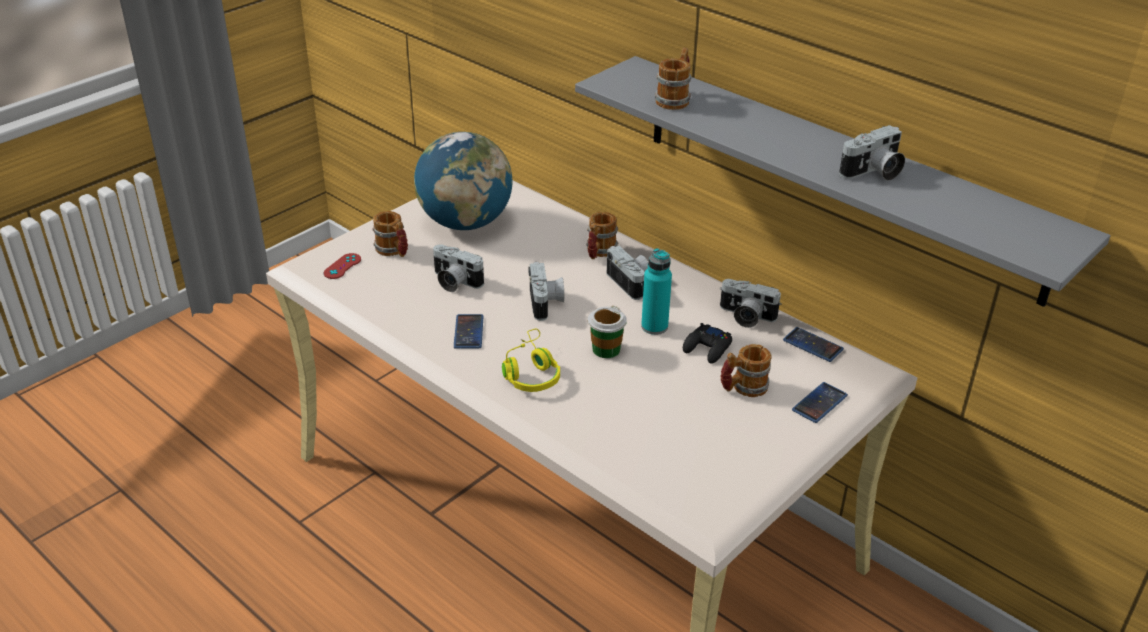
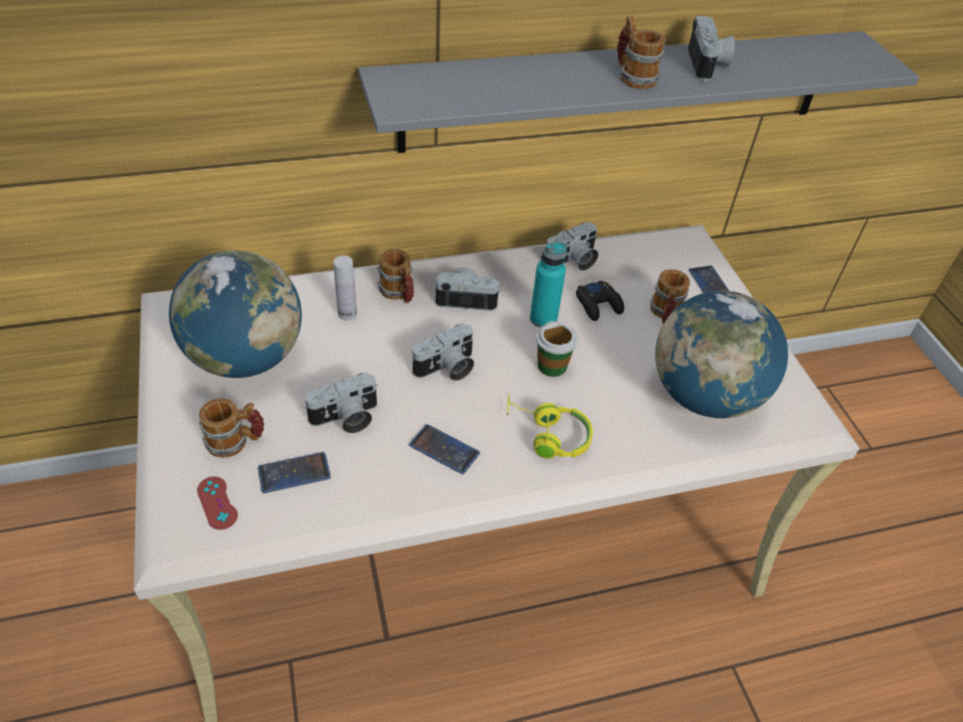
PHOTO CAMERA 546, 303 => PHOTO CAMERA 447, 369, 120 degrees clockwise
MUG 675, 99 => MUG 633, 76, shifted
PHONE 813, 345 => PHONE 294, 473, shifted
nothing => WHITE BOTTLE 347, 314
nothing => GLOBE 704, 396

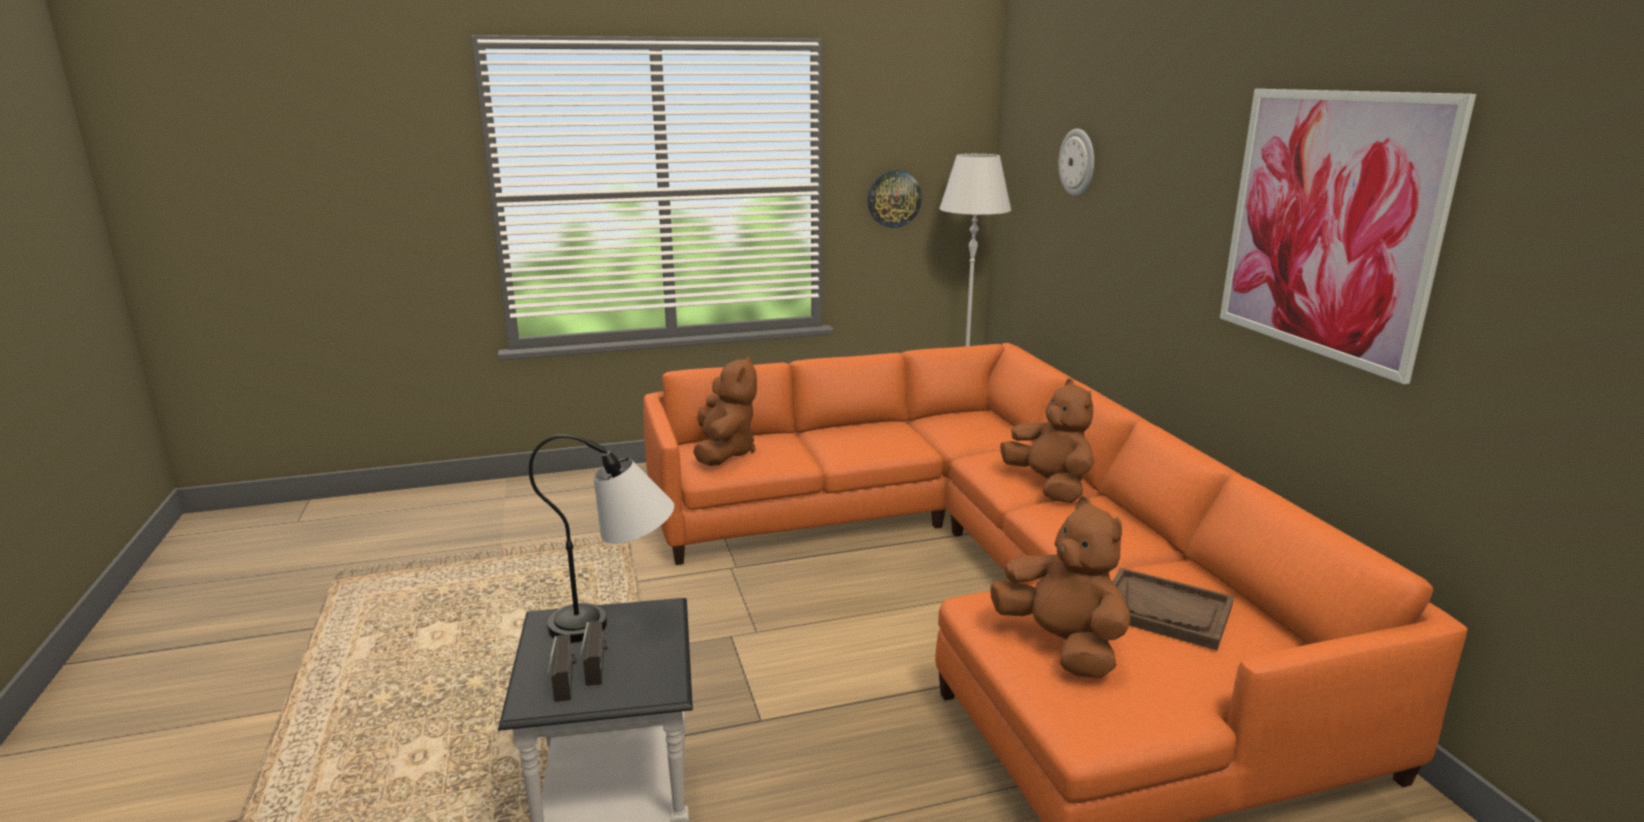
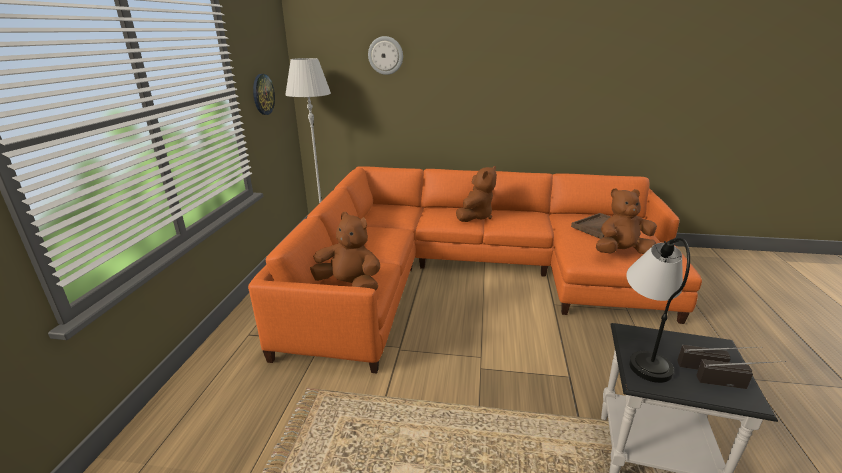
BROWN PLUSH TOY 1049, 486 => BROWN PLUSH TOY 475, 216, 120 degrees clockwise
PICTURE 1329, 224 => nothing

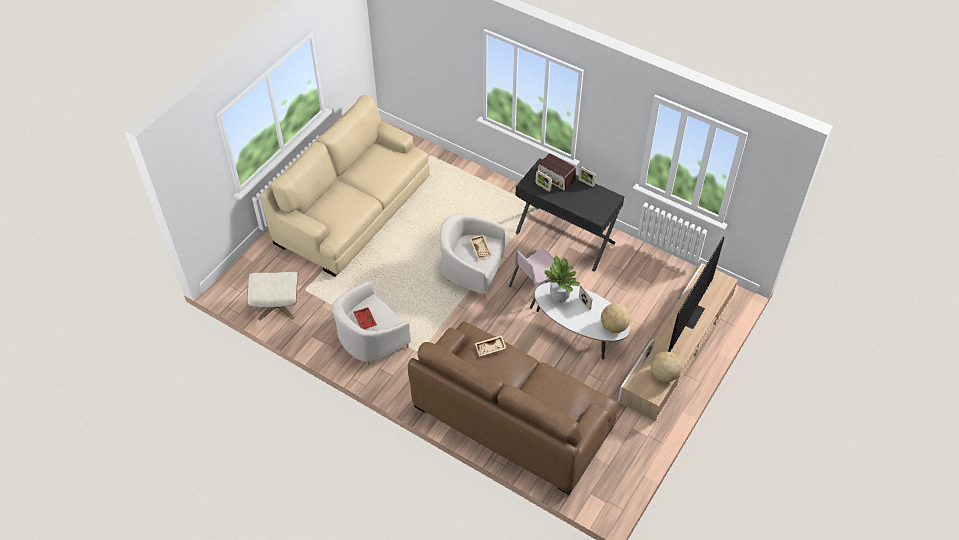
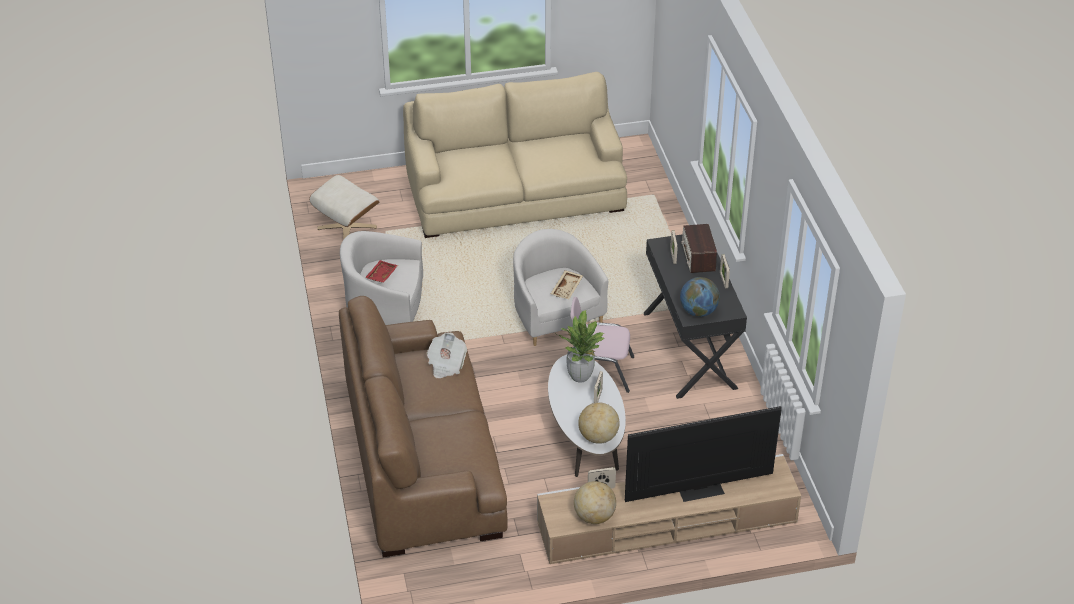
BEIGE TRAY 490, 348 => NEWSPAPER 446, 364
nothing => GLOBE 698, 311

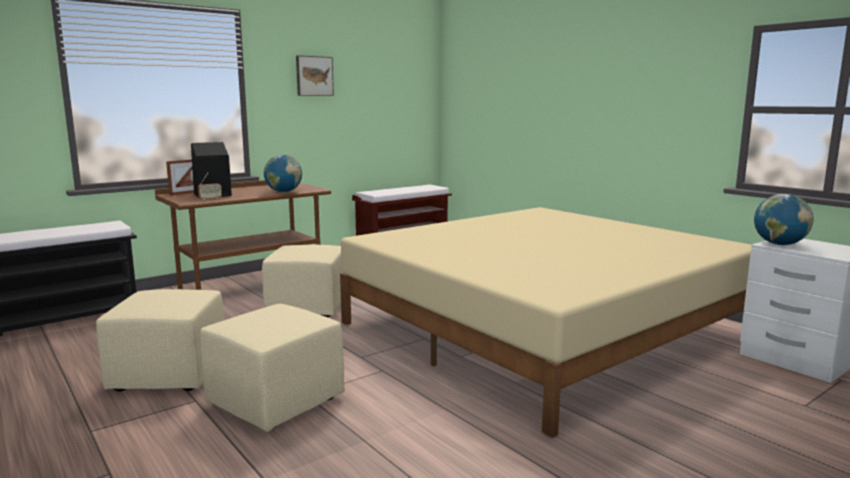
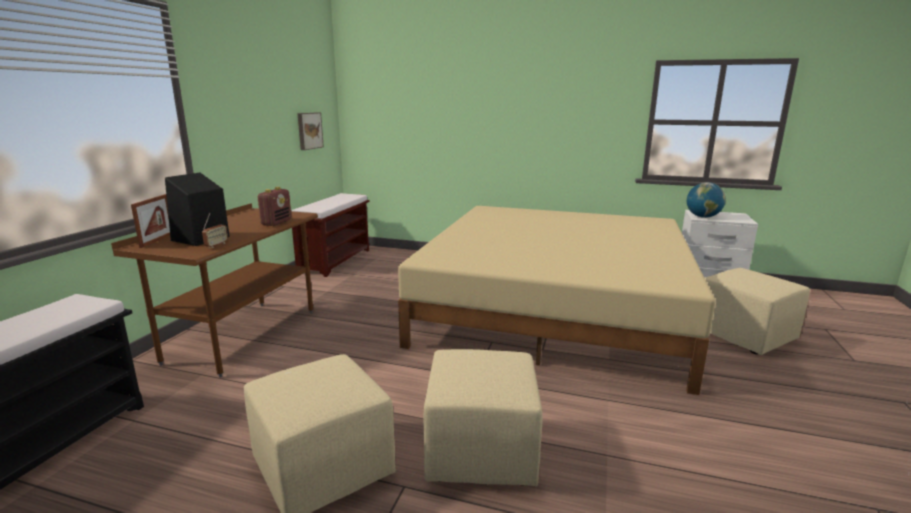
BEIGE OTTOMAN 308, 308 => BEIGE OTTOMAN 745, 336, shifted
GLOBE 284, 192 => RADIO 276, 223
PICTURE 314, 76 => PICTURE 309, 130, shifted

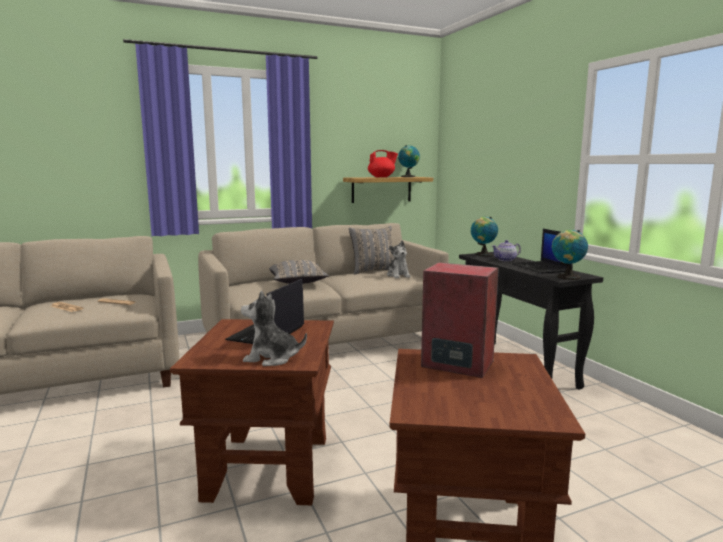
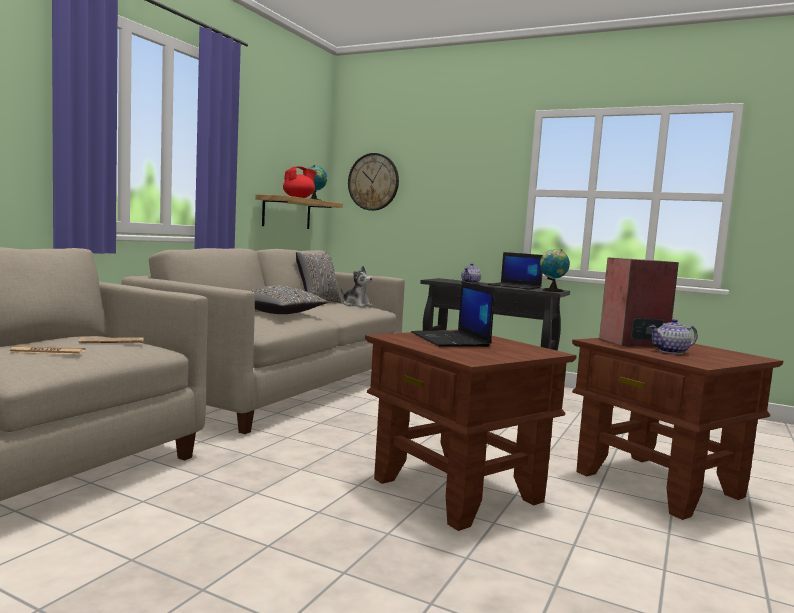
PLUSH TOY 272, 358 => nothing
GLOBE 482, 254 => nothing
nothing => WALL CLOCK 373, 182
nothing => TEAPOT 671, 351

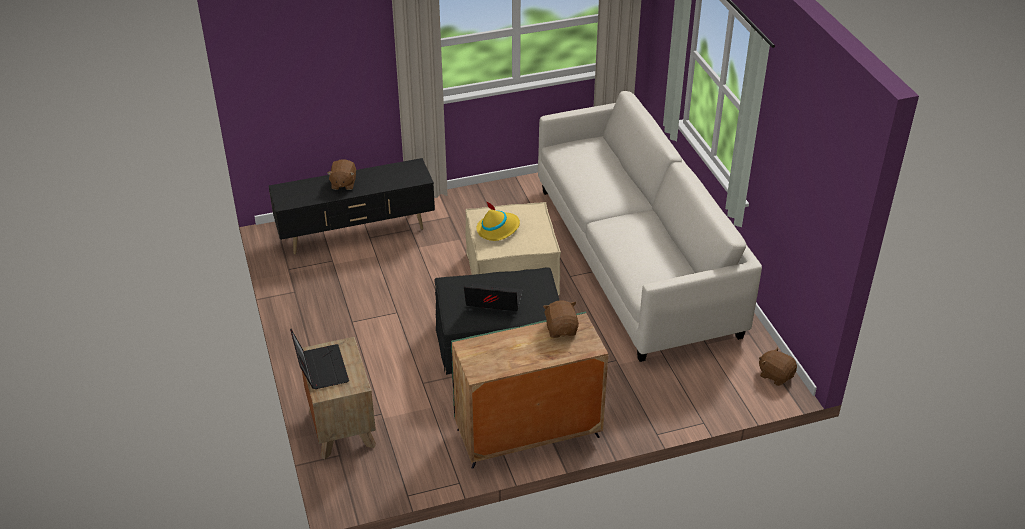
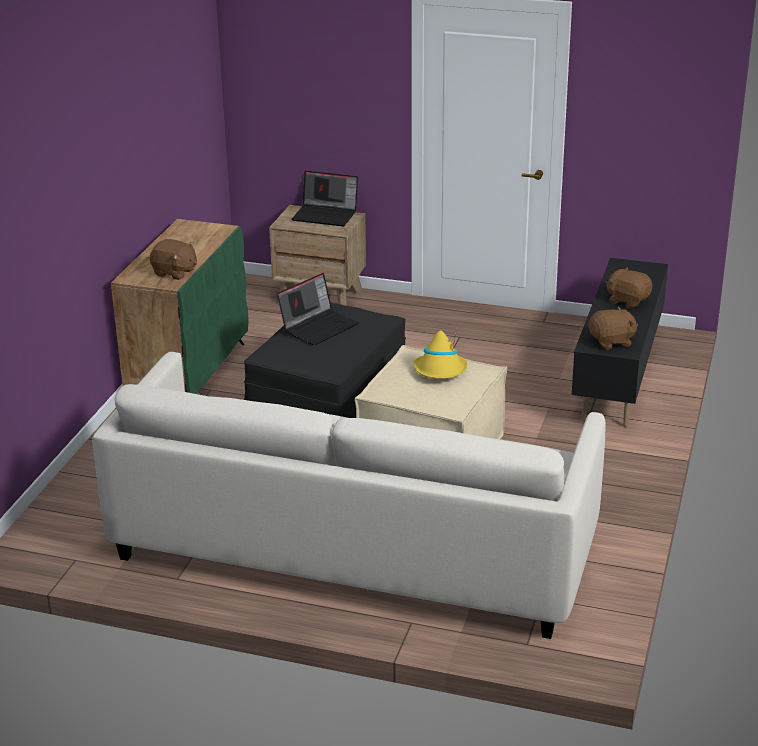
BROWN PLUSH TOY 775, 375 => BROWN PLUSH TOY 612, 342, shifted

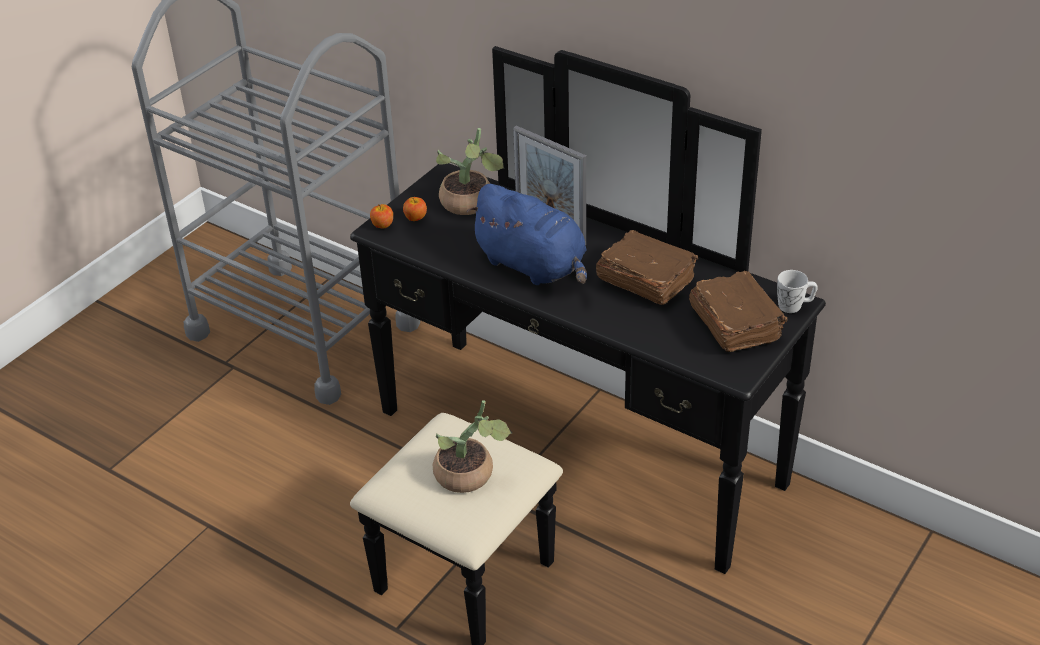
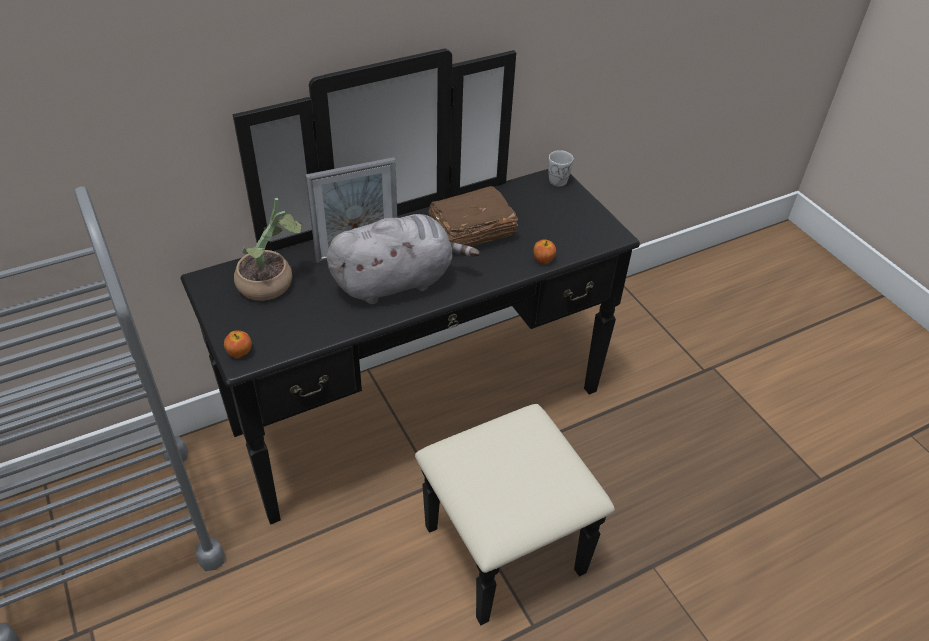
APPLE 415, 217 => APPLE 543, 259, shifted
POTTED PLANT 470, 477 => nothing
BLUE PLUSH TOY 533, 266 => GREY PLUSH TOY 397, 281
BROWN BOOK 735, 324 => nothing

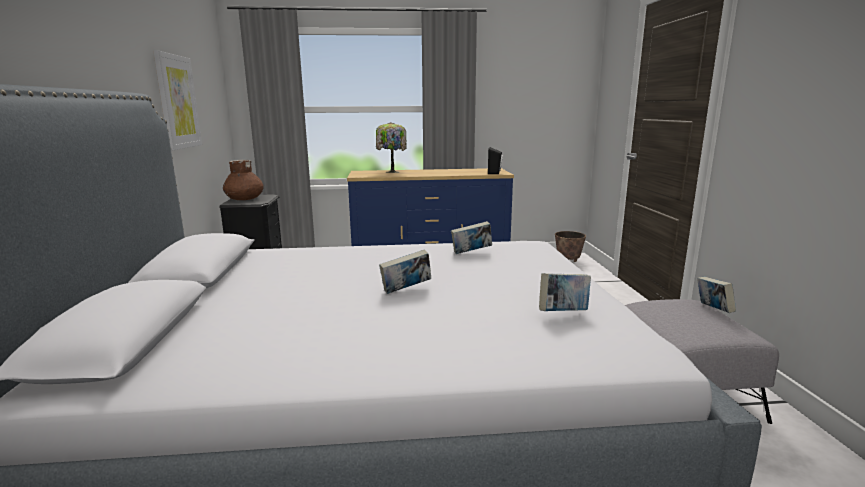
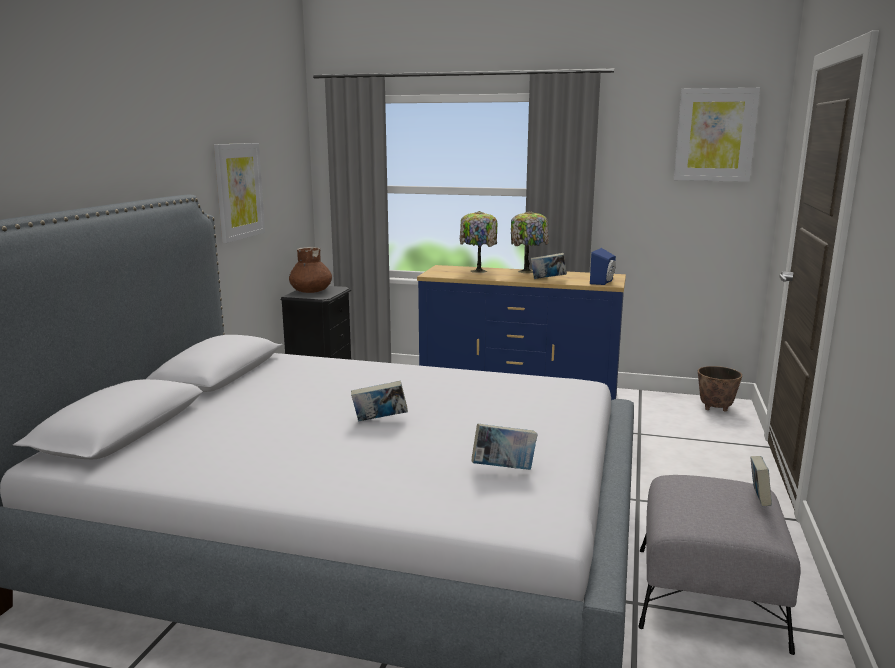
BOOK 471, 253 => BOOK 548, 279, shifted
BLACK SPEAKER 495, 172 => BLUE SPEAKER 603, 282
nothing => TABLE LAMP 527, 271
nothing => PICTURE 715, 135

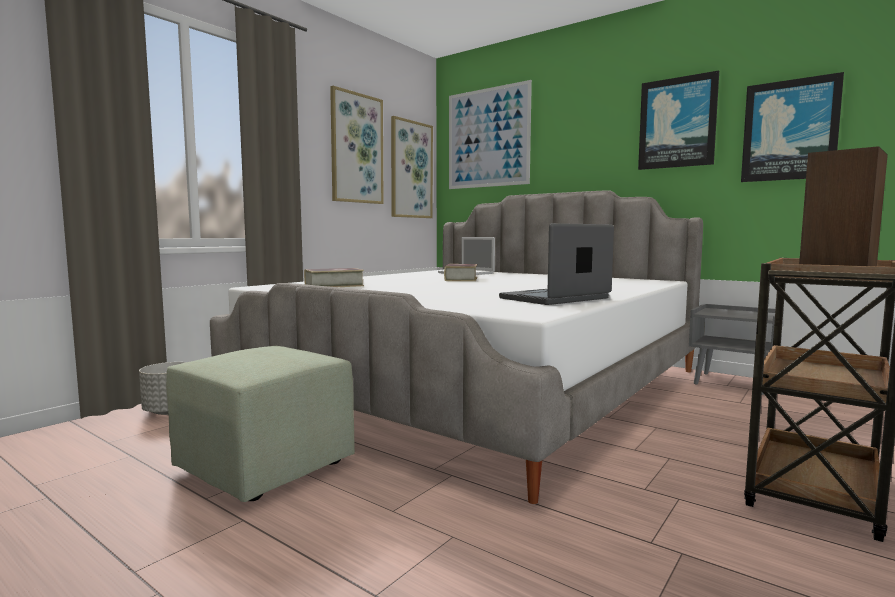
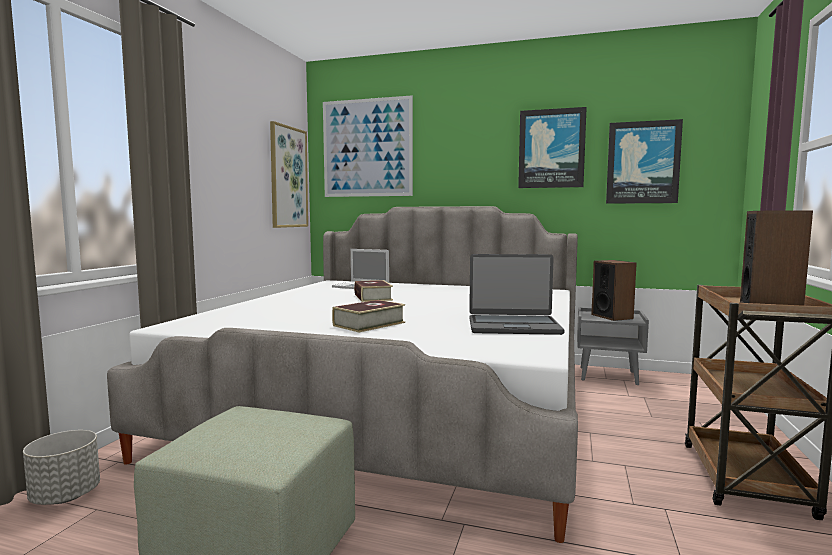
BOOK 334, 285 => BOOK 369, 324, shifted
PICTURE 356, 148 => nothing
LAPTOP 555, 298 => LAPTOP 513, 326, 120 degrees counterclockwise
nothing => SPEAKER 612, 316

